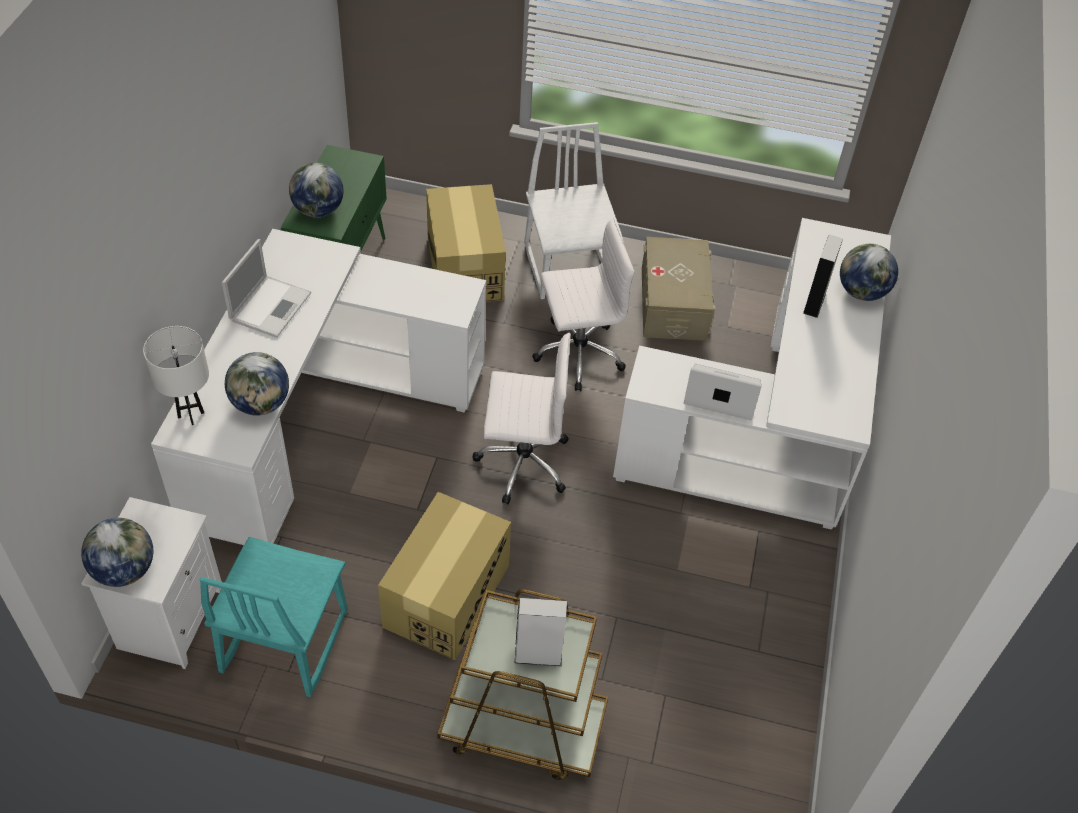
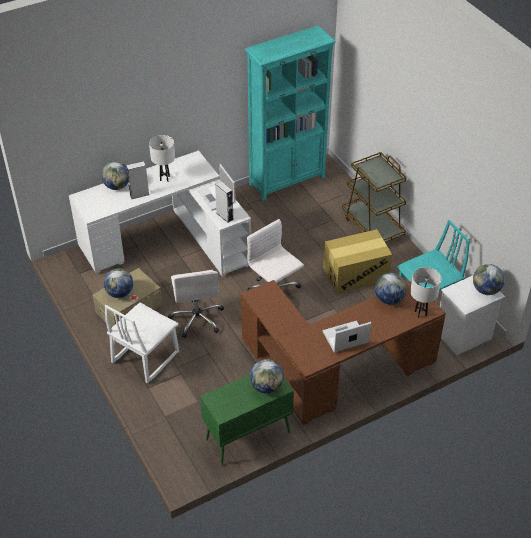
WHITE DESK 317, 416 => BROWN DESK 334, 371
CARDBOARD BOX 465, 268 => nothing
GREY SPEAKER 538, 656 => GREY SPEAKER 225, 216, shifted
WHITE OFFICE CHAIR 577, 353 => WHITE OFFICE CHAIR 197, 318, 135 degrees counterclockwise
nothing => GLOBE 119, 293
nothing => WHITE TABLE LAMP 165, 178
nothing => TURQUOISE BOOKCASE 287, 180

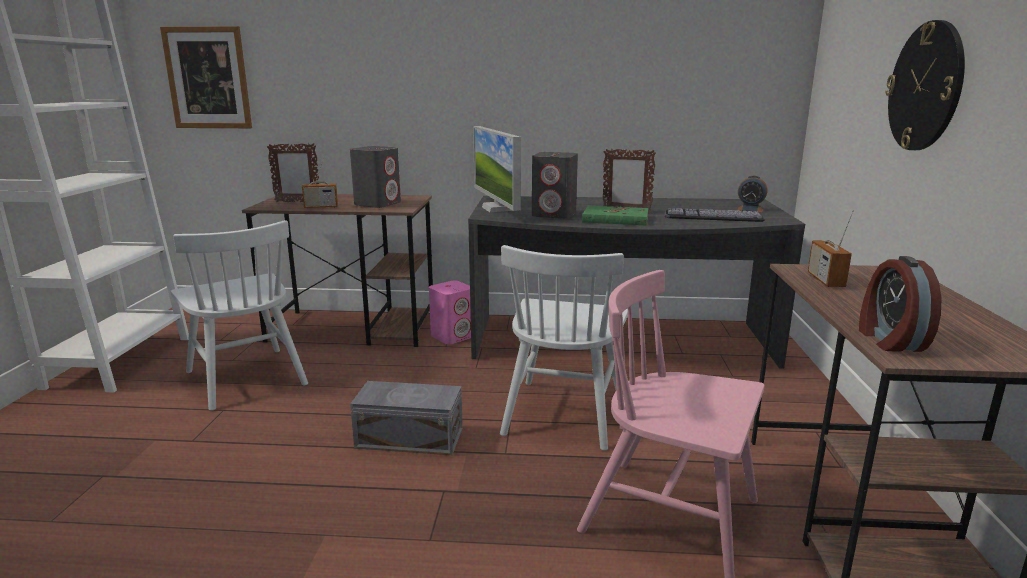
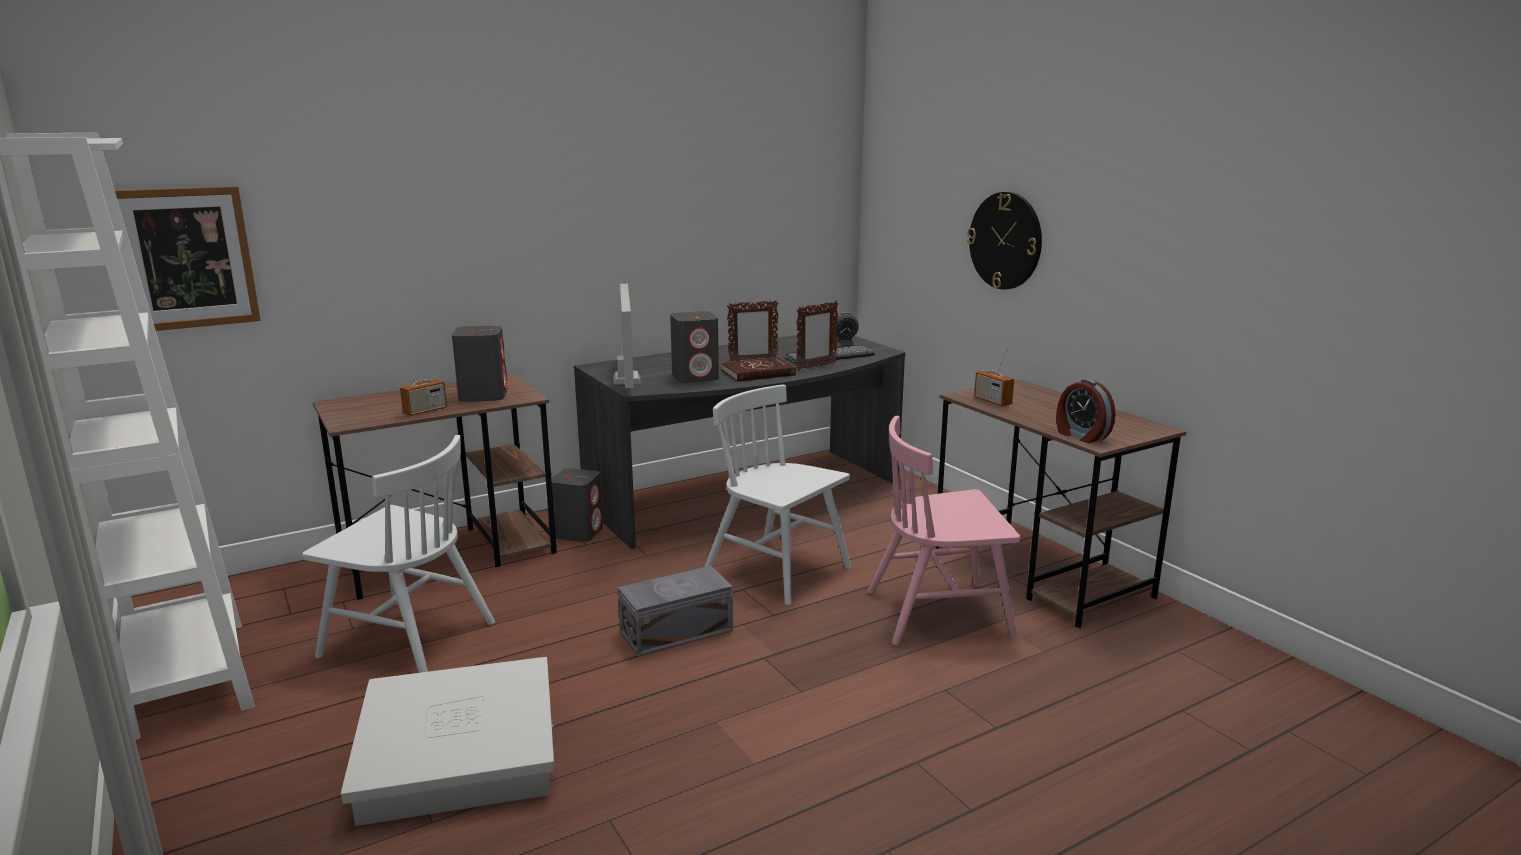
PICTURE FRAME 297, 202 => PICTURE FRAME 816, 366, shifted
PINK SPEAKER 452, 336 => GREY SPEAKER 578, 533
MONITOR 497, 209 => MONITOR 626, 380, 135 degrees counterclockwise
WHITE CHAIR 563, 413 => WHITE CHAIR 778, 569, 150 degrees clockwise
GREEN BOOK 615, 219 => RED BOOK 758, 373
nothing => WHITE STORAGE BOX 459, 751

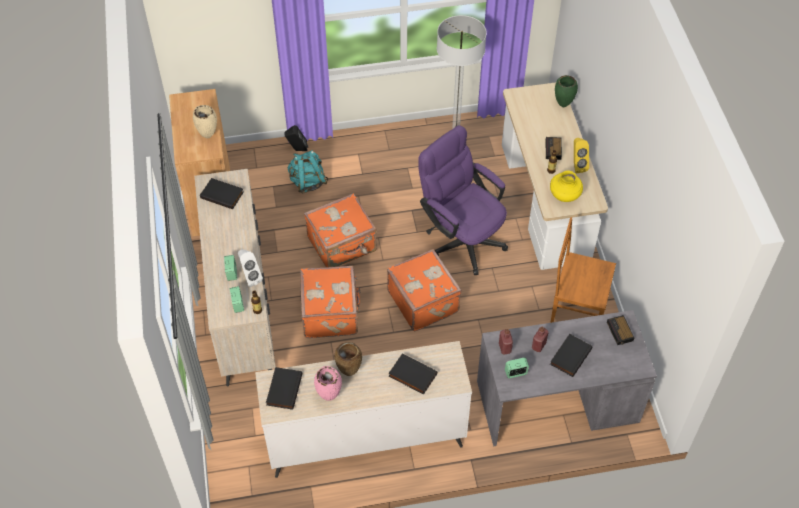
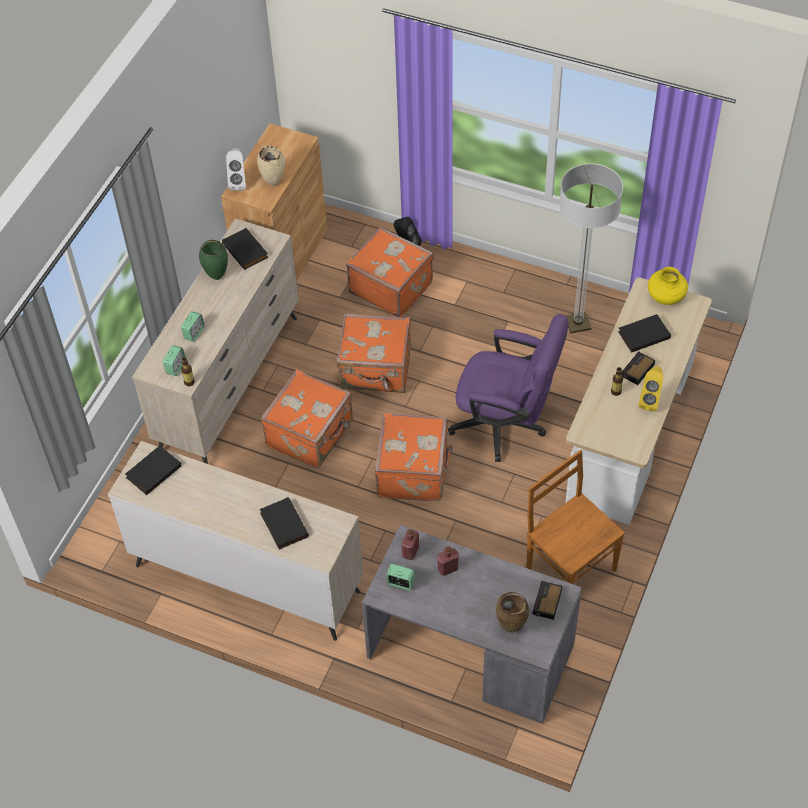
WHITE SPEAKER 250, 277 => WHITE SPEAKER 238, 183, shifted
TURQUOISE BACKPACK 307, 182 => ORANGE SUITCASE 391, 287
PINK VASE 330, 397 => nothing
BROWN VASE 349, 372 => BROWN VASE 511, 627, shifted
PURPLE OFFICE CHAIR 461, 238 => PURPLE OFFICE CHAIR 506, 425, 120 degrees clockwise
YELLOW VASE 565, 195 => YELLOW VASE 666, 297, shifted
BLACK BOOK 570, 356 => BLACK BOOK 643, 334, shifted
GREEN VASE 563, 105 => GREEN VASE 216, 277, shifted

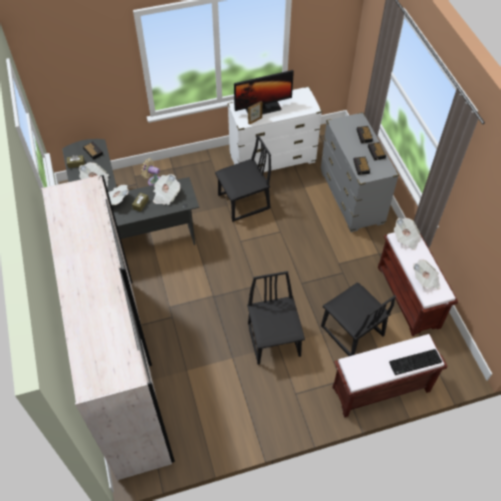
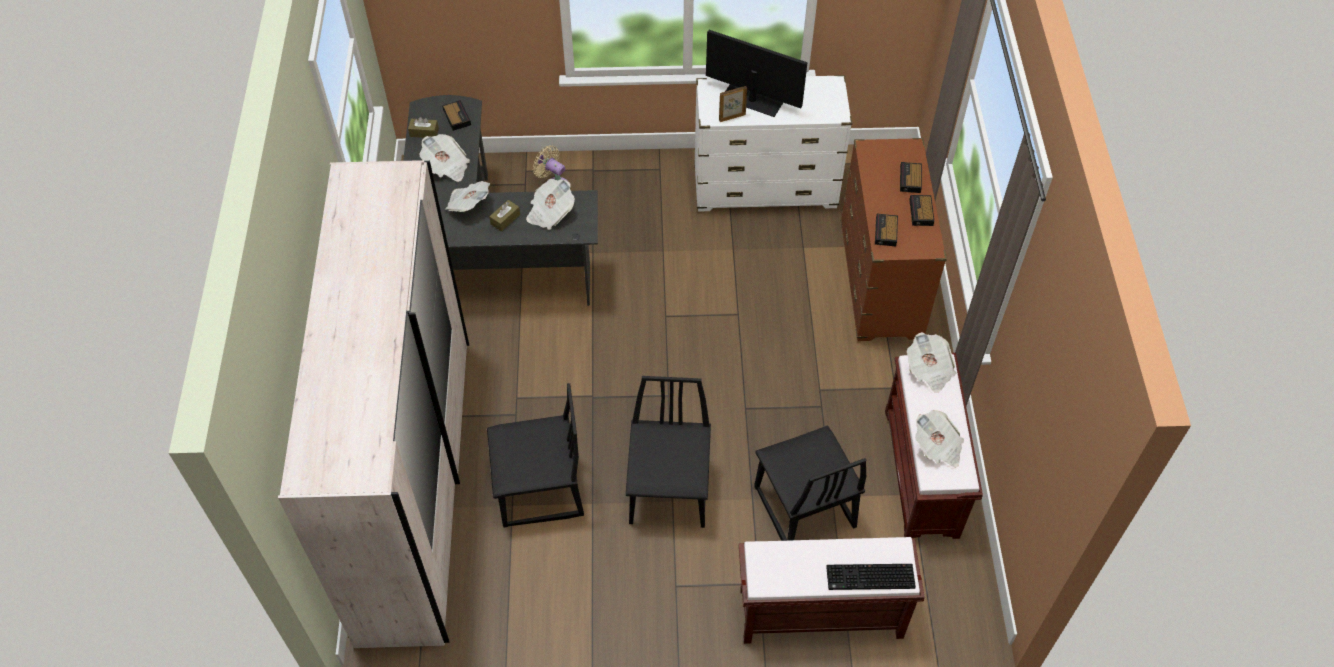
BLACK CHAIR 244, 202 => BLACK CHAIR 540, 490, shifted
MONITOR 263, 108 => MONITOR 752, 99, 150 degrees counterclockwise
GREY DRESSER 351, 197 => BROWN DRESSER 880, 282

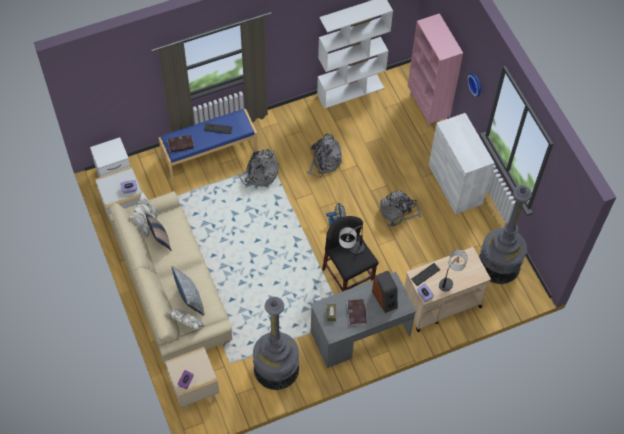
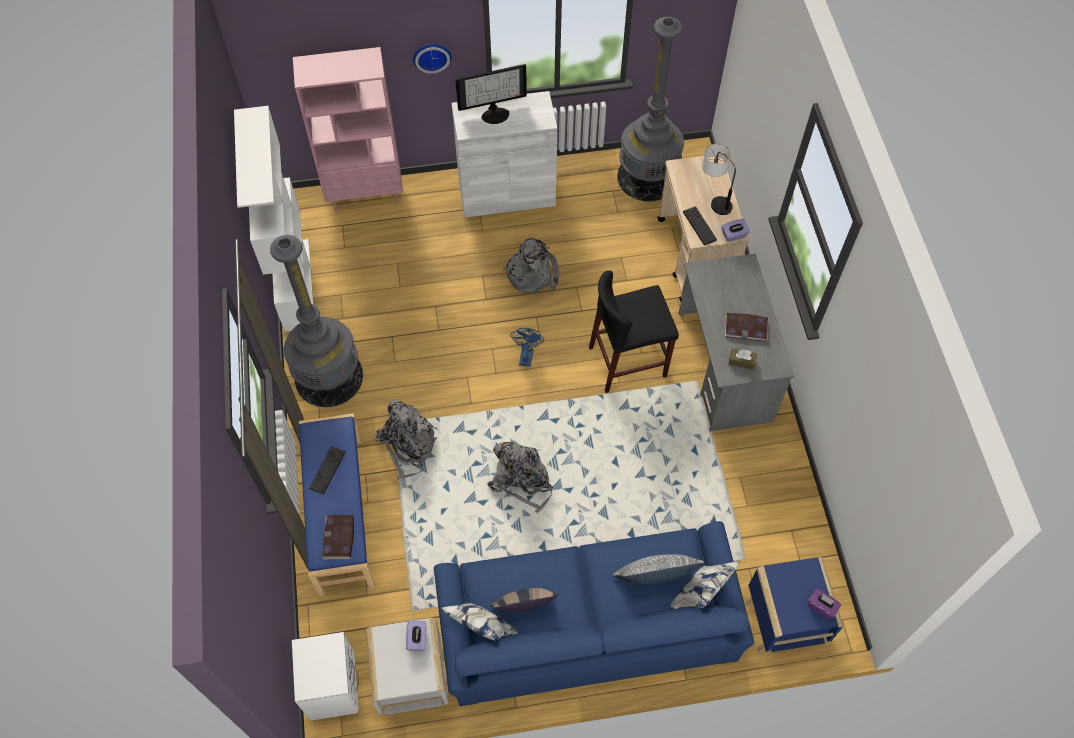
BEIGE SOFA 172, 287 => BLUE SOFA 587, 624
BEIGE SIDE TABLE 194, 389 => BLUE SIDE TABLE 782, 622
GREY FLOOR LAMP 276, 368 => GREY FLOOR LAMP 329, 377, shifted
GREY BACKPACK 324, 161 => GREY BACKPACK 522, 480, shifted
TABLE LAMP 350, 251 => nothing
SPEAKER 385, 299 => nothing
nothing => MONITOR 495, 113

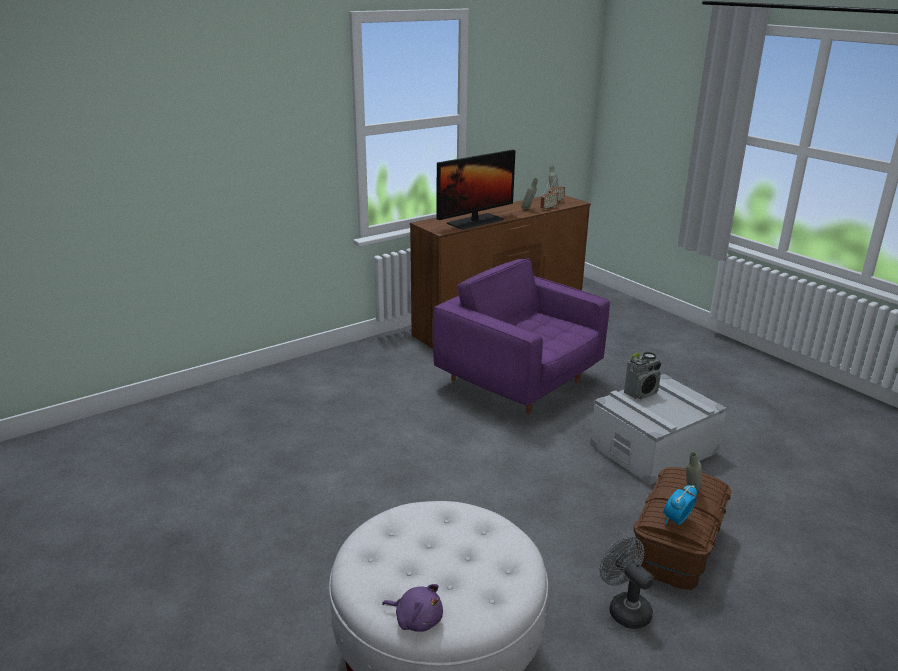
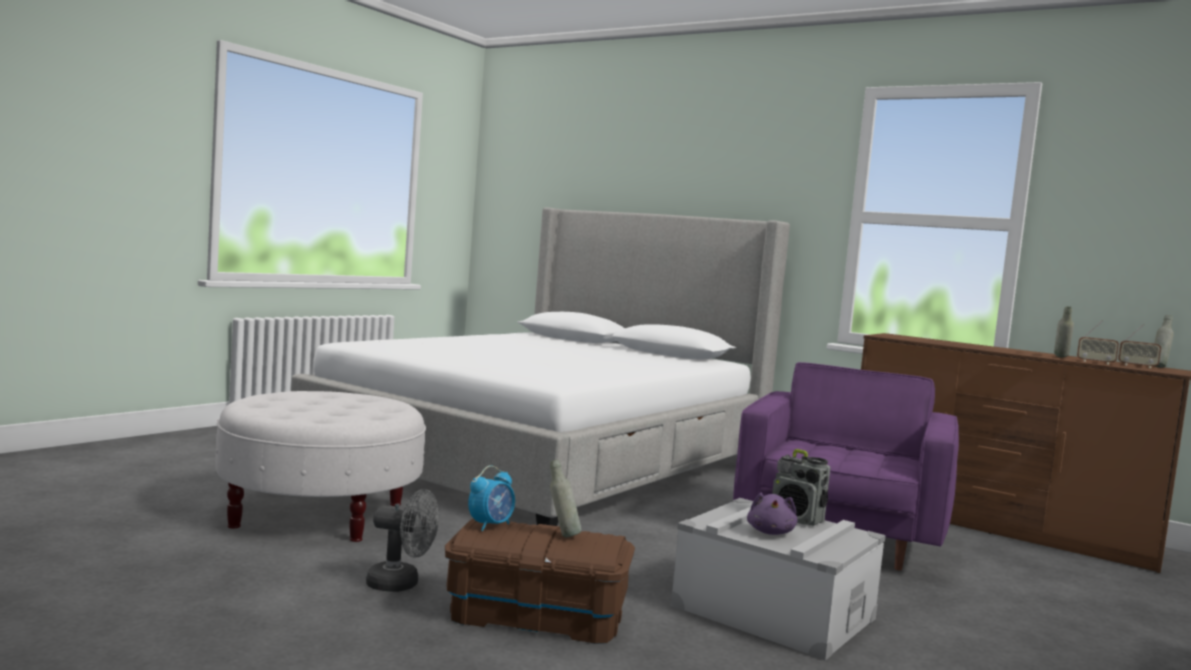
PURPLE PLUSH TOY 416, 619 => PURPLE PLUSH TOY 771, 532, shifted
MONITOR 475, 221 => nothing
GREY FAN 624, 609 => GREY FAN 401, 584, 60 degrees clockwise
ALARM CLOCK 676, 521 => ALARM CLOCK 491, 525, 105 degrees clockwise
nothing => BED 545, 460

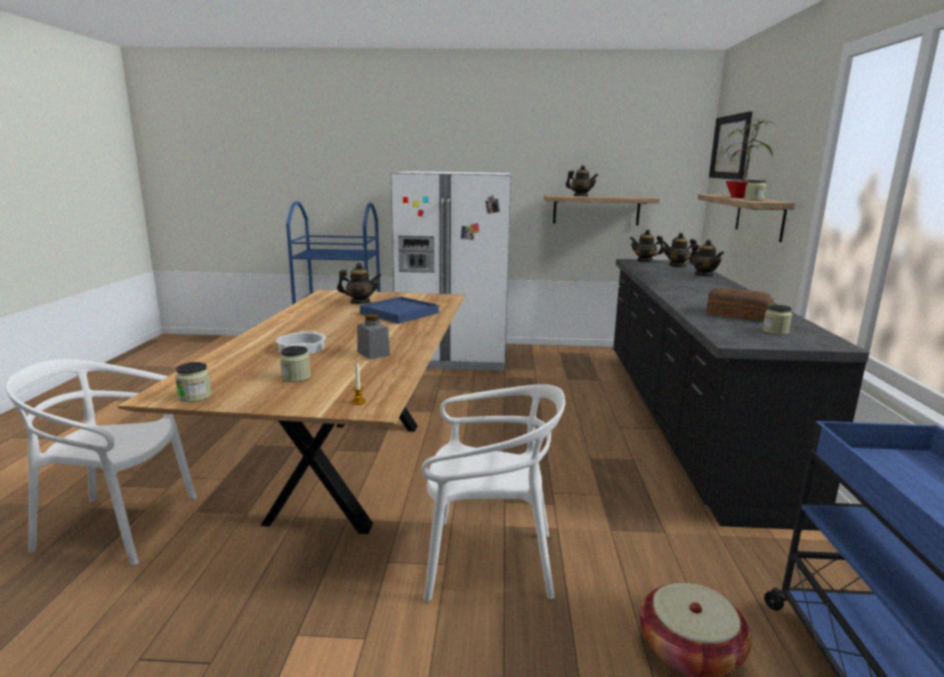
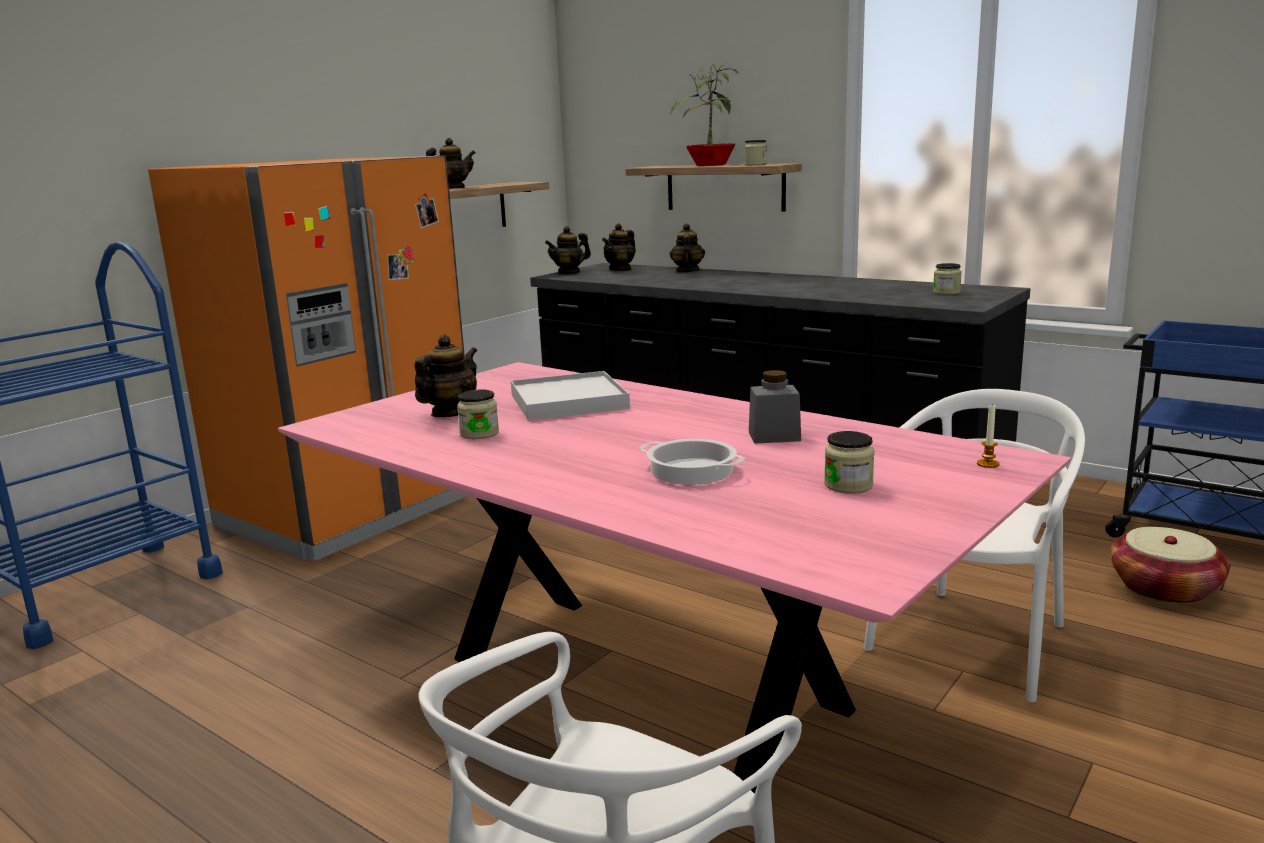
BROWN DINING TABLE 351, 468 => PINK DINING TABLE 644, 685
JAR 195, 396 => JAR 479, 433, shifted
BLUE TRAY 399, 313 => WHITE TRAY 569, 401
WHITE FRIDGE 454, 356 => ORANGE FRIDGE 349, 511
TEAPOT 704, 275 => TEAPOT 687, 271, 90 degrees counterclockwise
BREAD 737, 314 => nothing
PICTURE 730, 147 => nothing

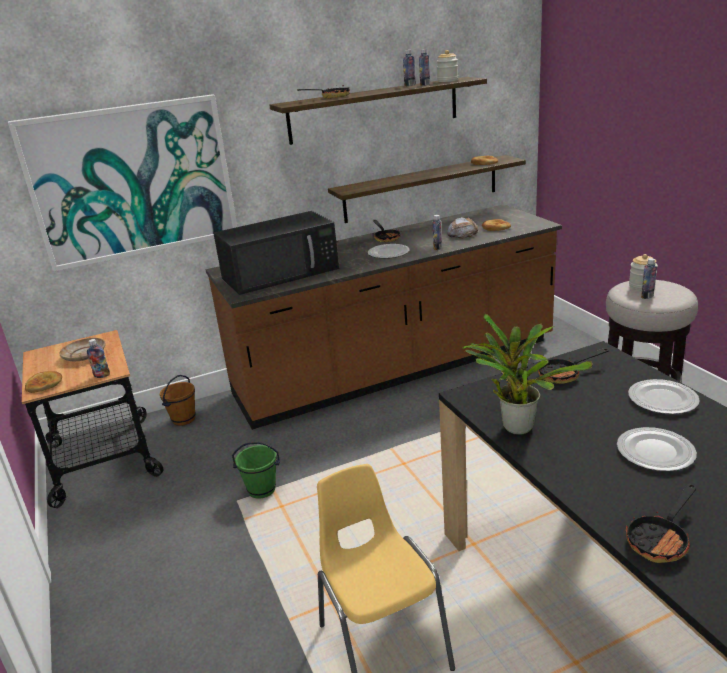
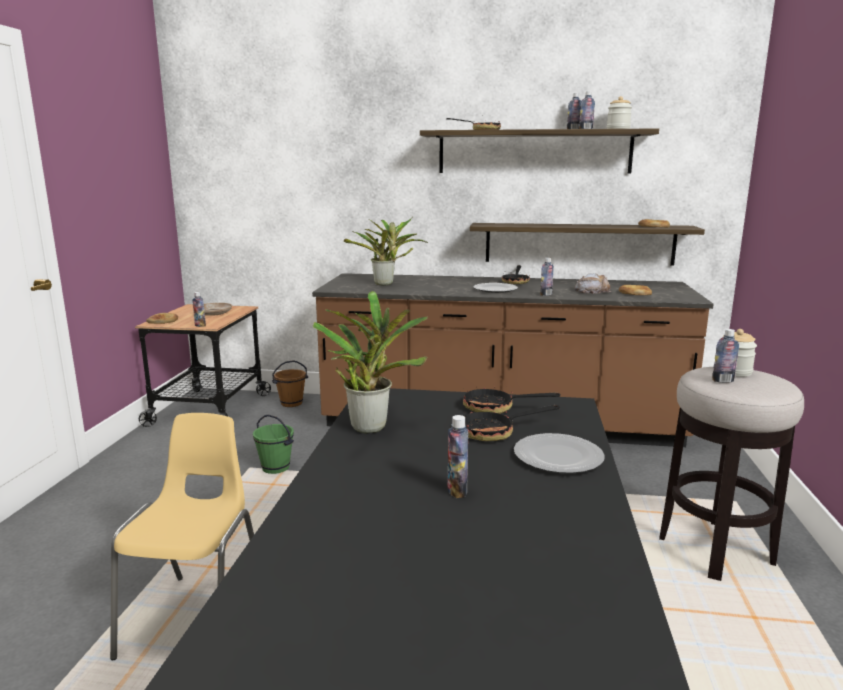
PICTURE 132, 181 => nothing
BLACK MICROWAVE 282, 273 => POTTED PLANT 386, 284
PLATE 656, 452 => BOTTLE 457, 491
FRYING PAN 661, 539 => FRYING PAN 495, 432, shifted

